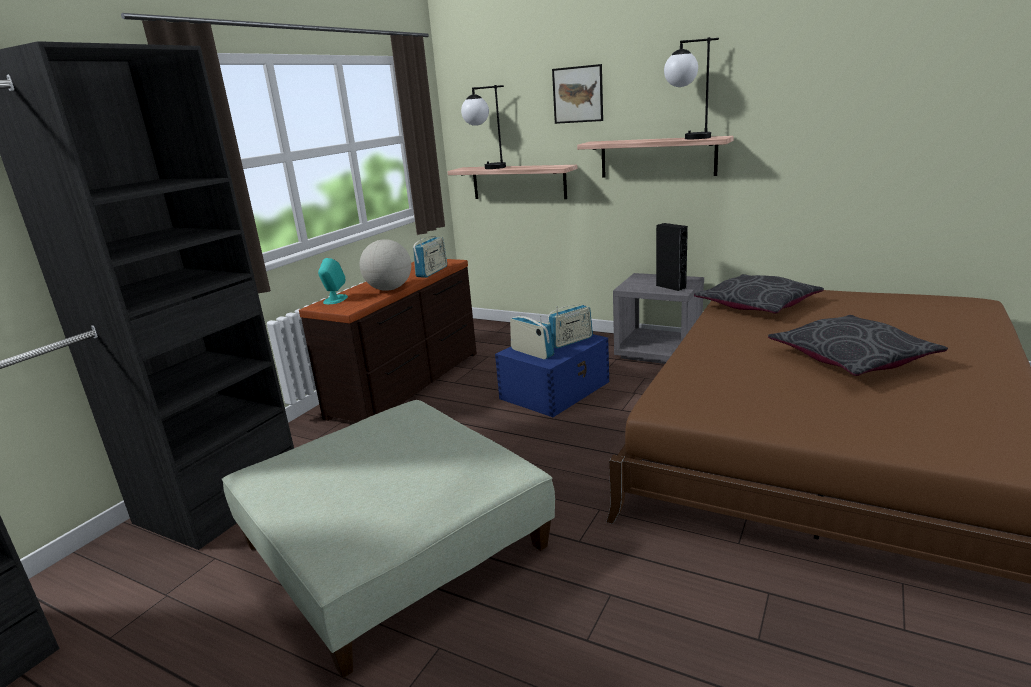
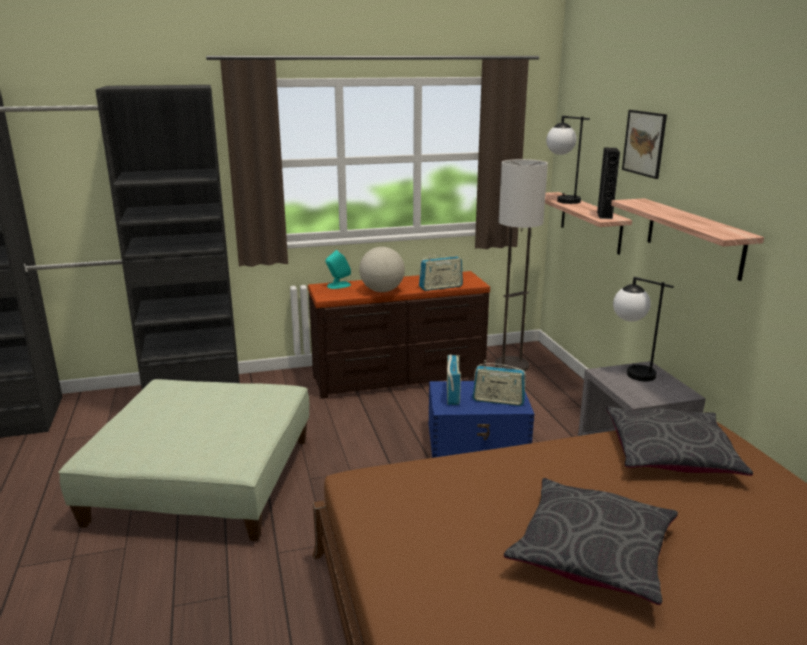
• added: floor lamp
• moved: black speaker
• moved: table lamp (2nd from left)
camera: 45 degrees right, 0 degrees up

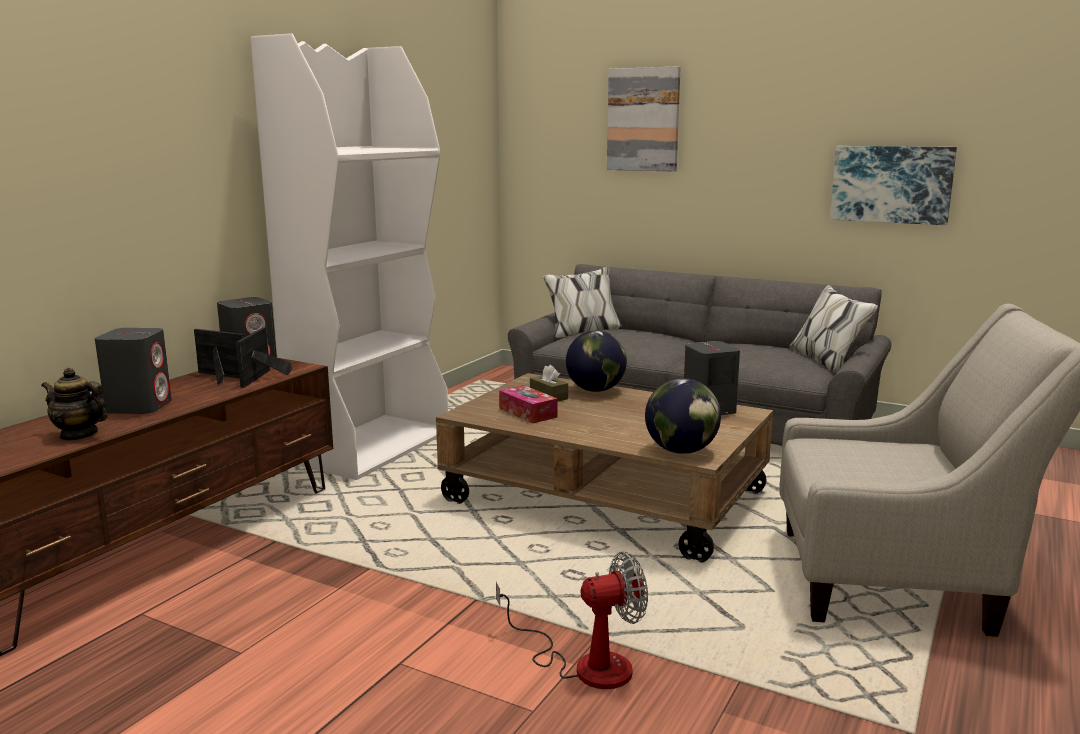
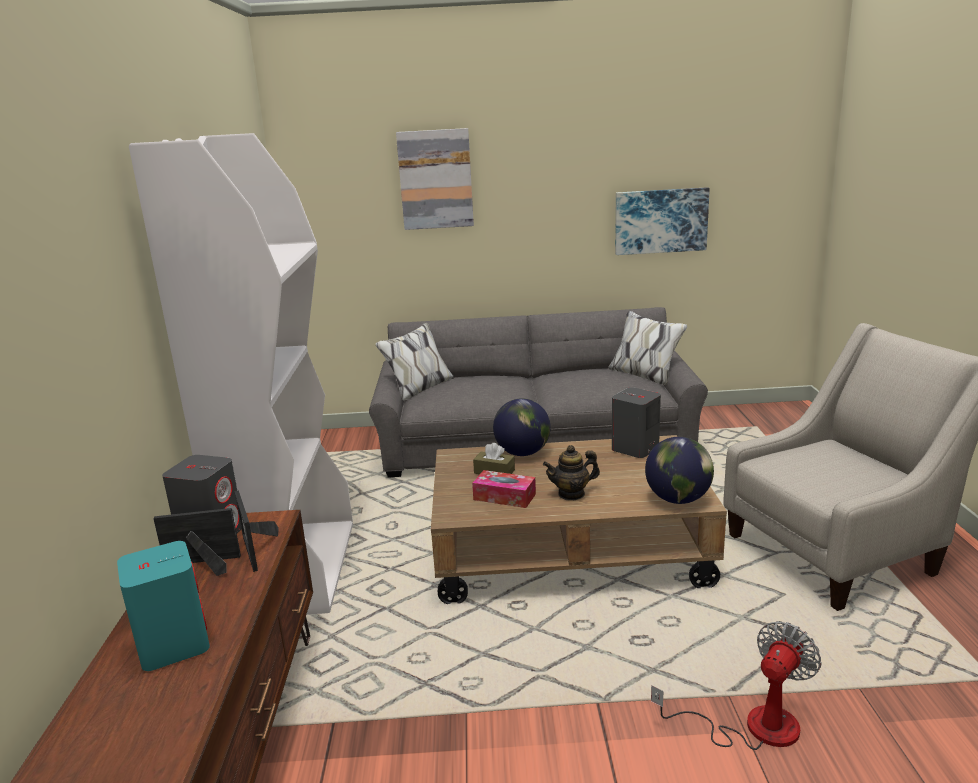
• recoloured: grey speaker (1st from left) to turquoise speaker
• moved: teapot
camera: 30 degrees left, 5 degrees up

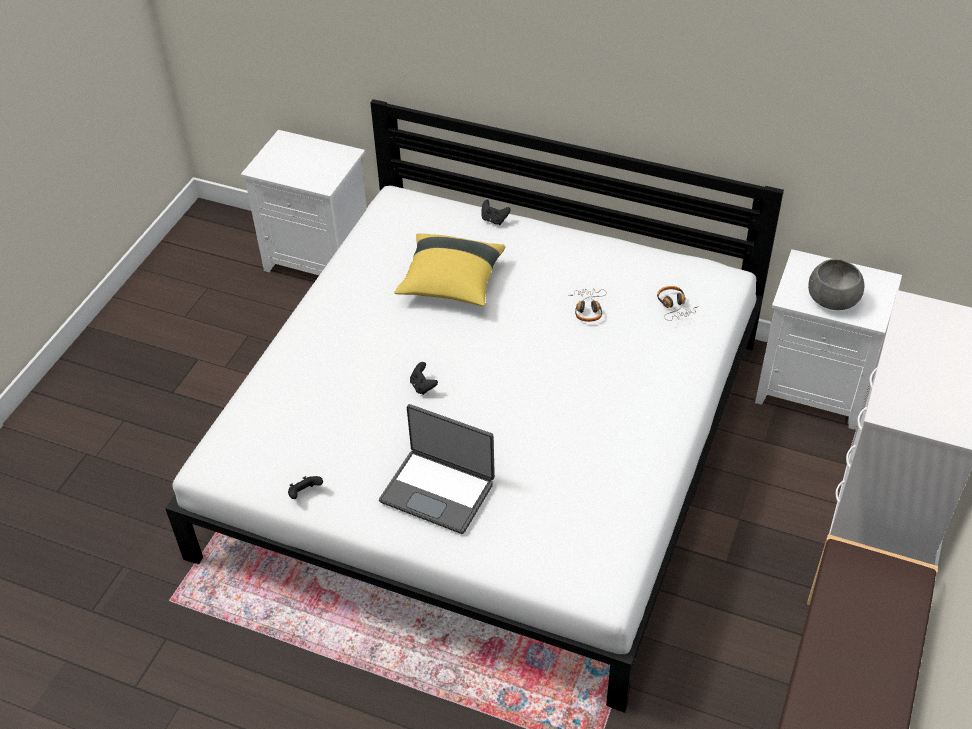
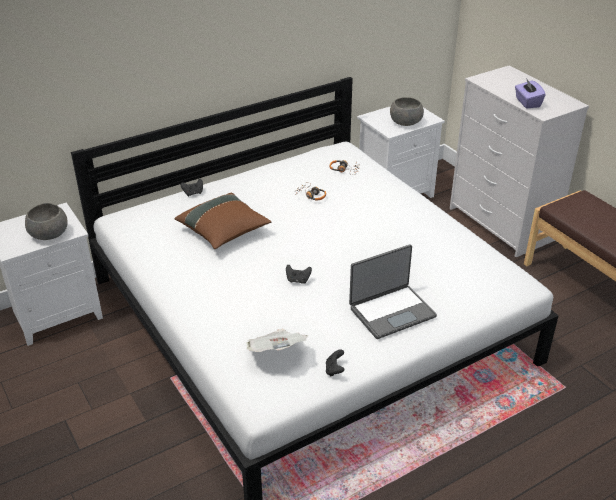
• added: grey bowl (1st from left)
• recoloured: yellow pillow to brown pillow
• added: newspaper
• added: purple tissue box
camera: 55 degrees left, 10 degrees down

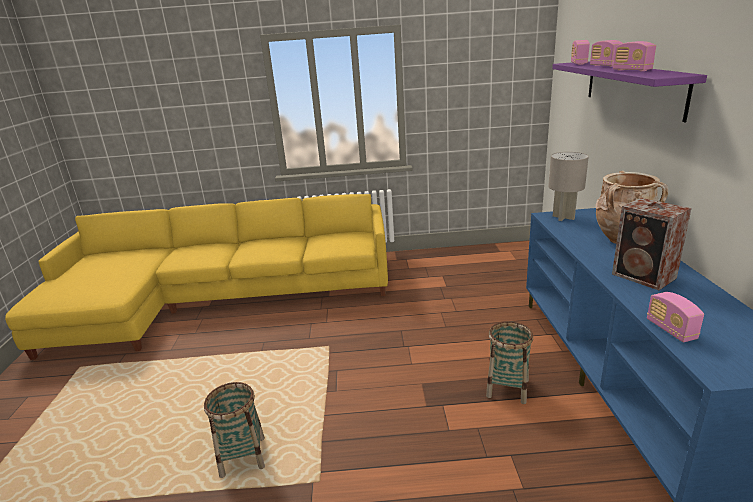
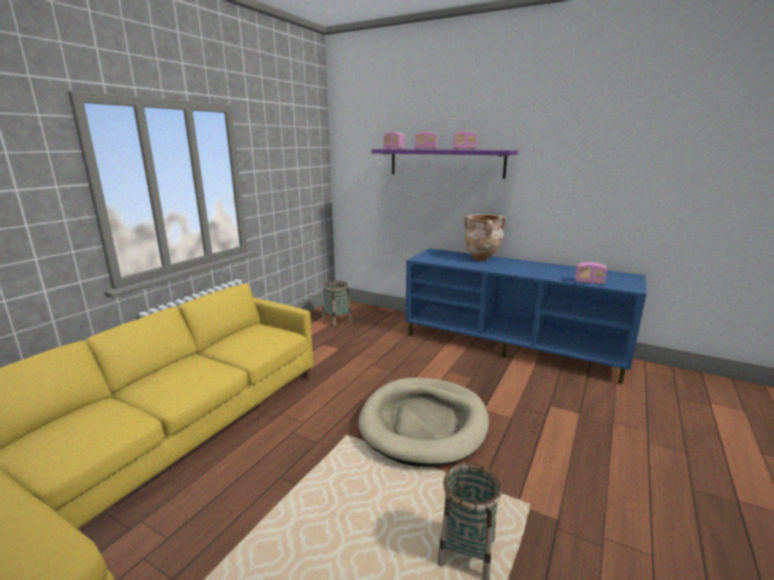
• moved: basket (2nd from left in the first image) to basket (1st from left)
• added: beige dog bed
• removed: grey table lamp
• removed: speaker
camera: 60 degrees left, 5 degrees down

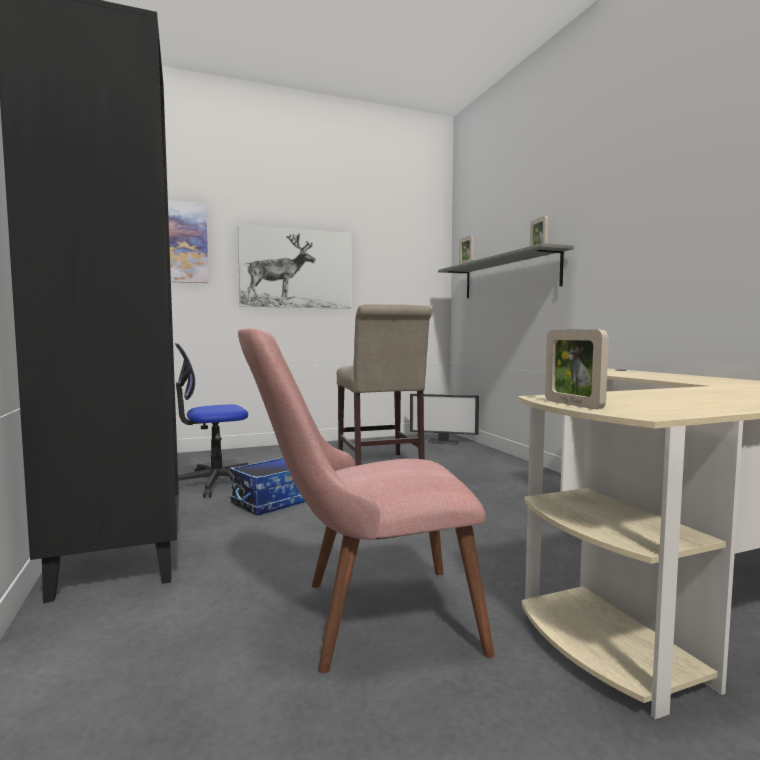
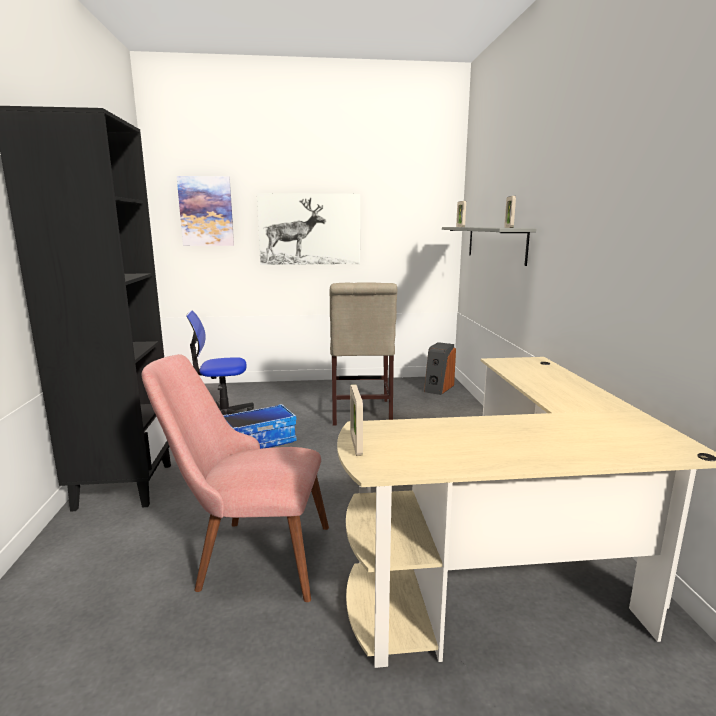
• replaced: monitor to speaker
camera: 15 degrees right, 10 degrees up

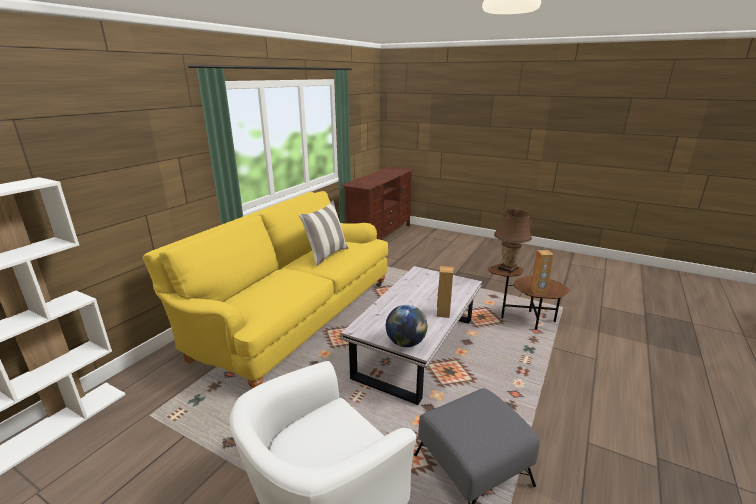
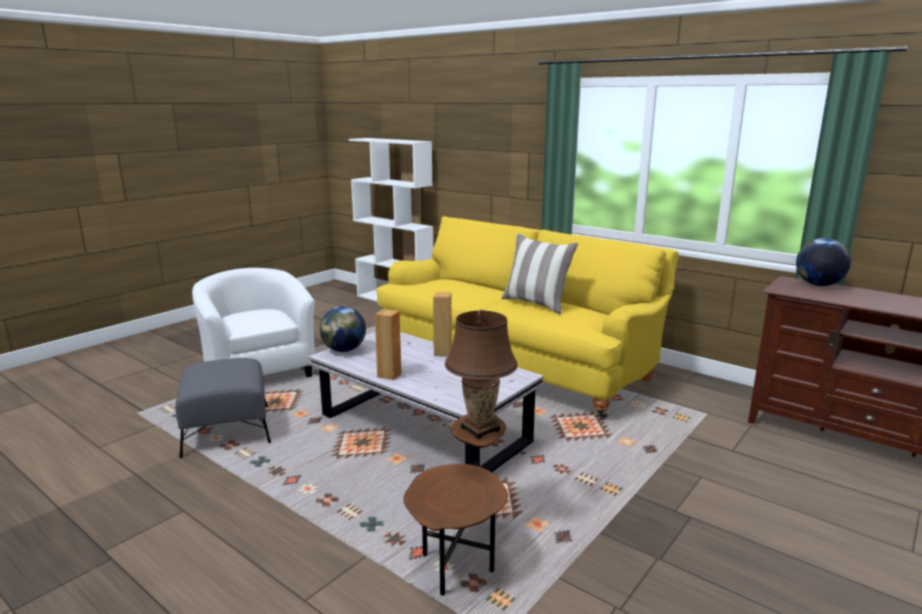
• moved: brown speaker (2nd from left)
• added: globe (2nd from left)
camera: 100 degrees right, 5 degrees down

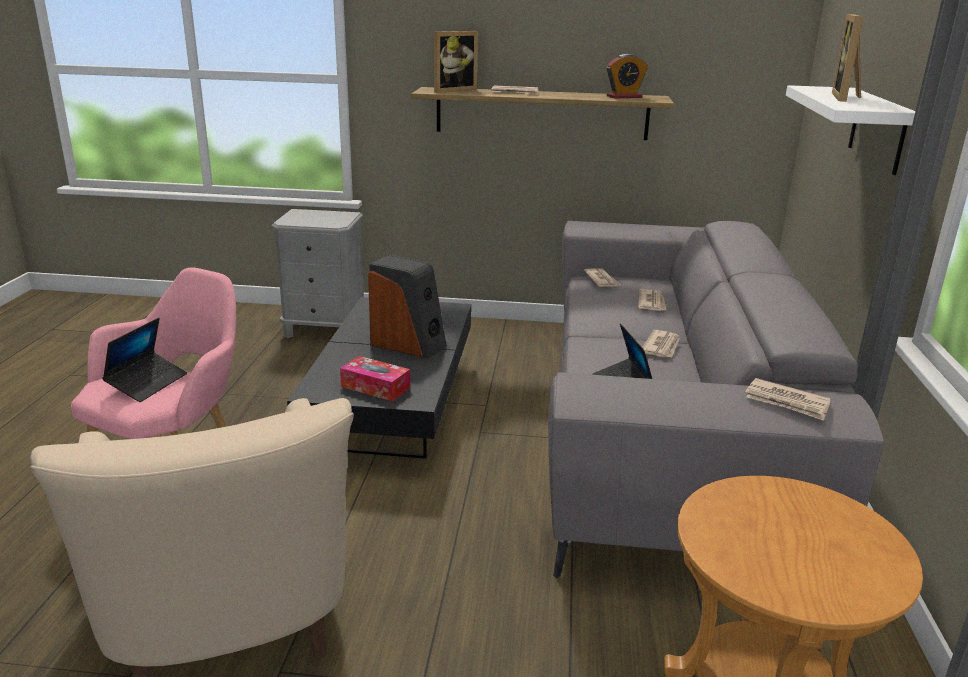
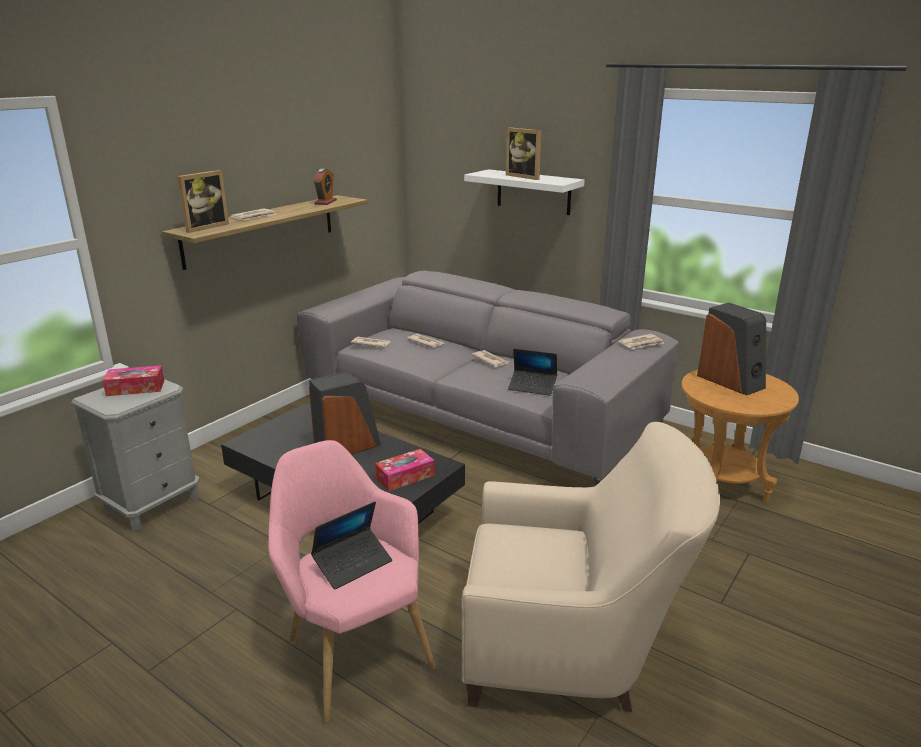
• added: tissue box (1st from left)
• turned: picture frame (1st from left) 45 degrees clockwise
• turned: laptop (1st from left) 90 degrees clockwise
• added: speaker (2nd from left)
camera: 60 degrees left, 0 degrees up

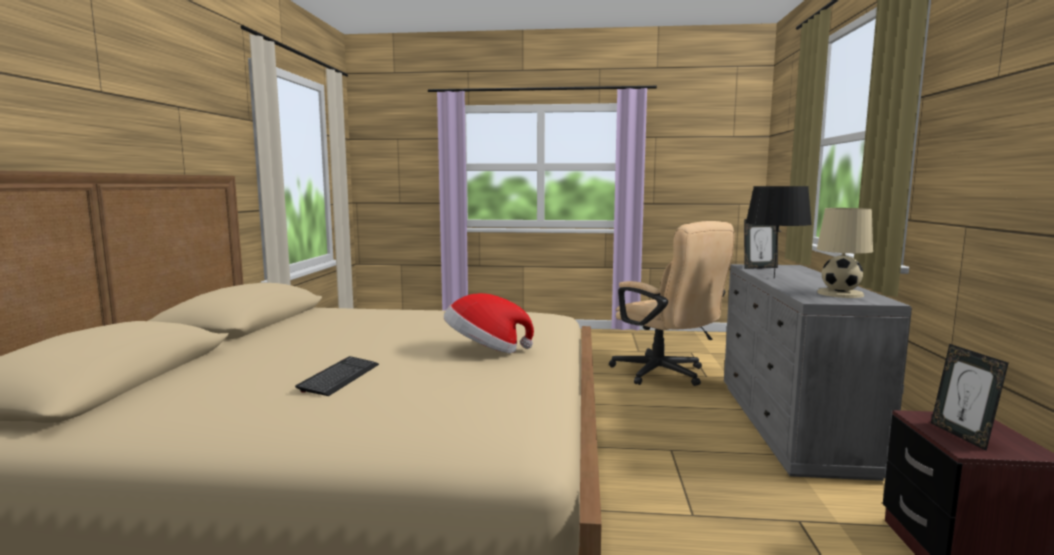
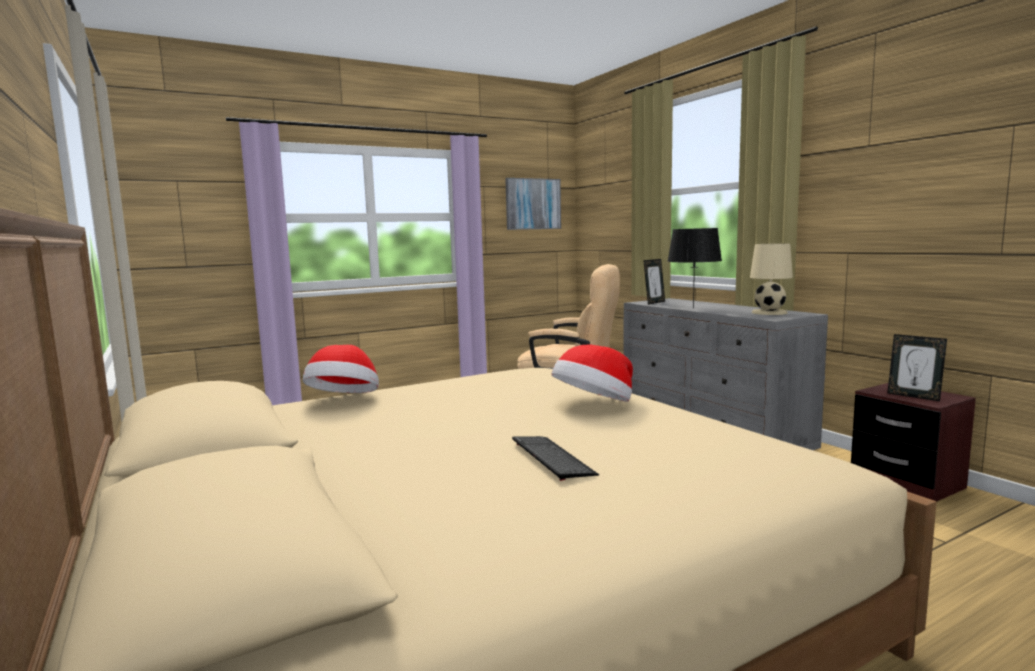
• added: hat (1st from left)
• added: picture
camera: 35 degrees left, 0 degrees up

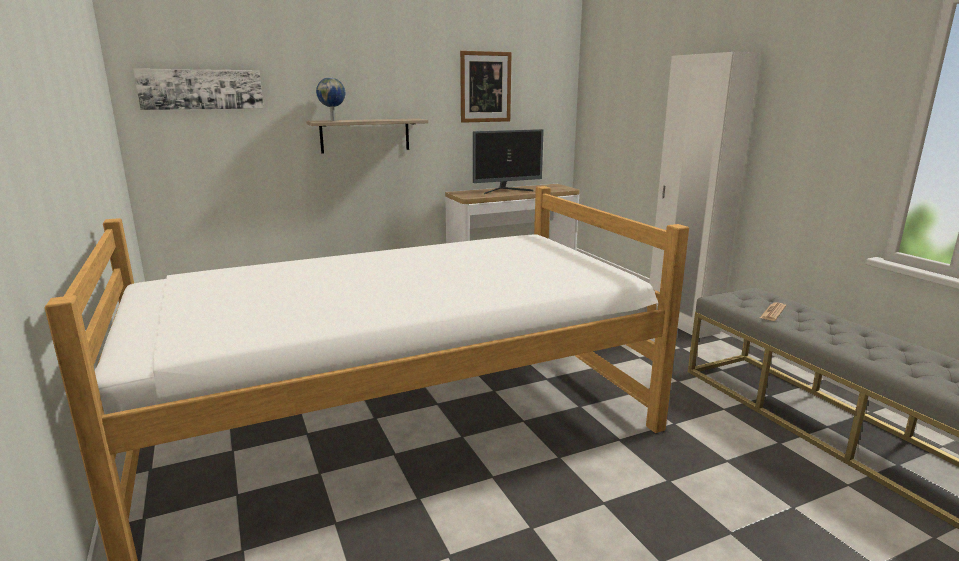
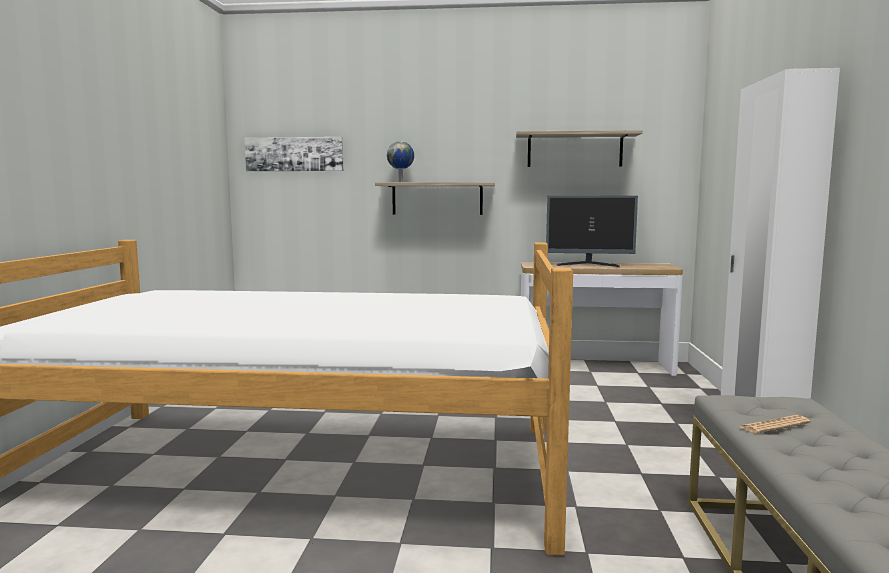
• replaced: picture (2nd from left) to shelf (2nd from left)
camera: 30 degrees right, 10 degrees down

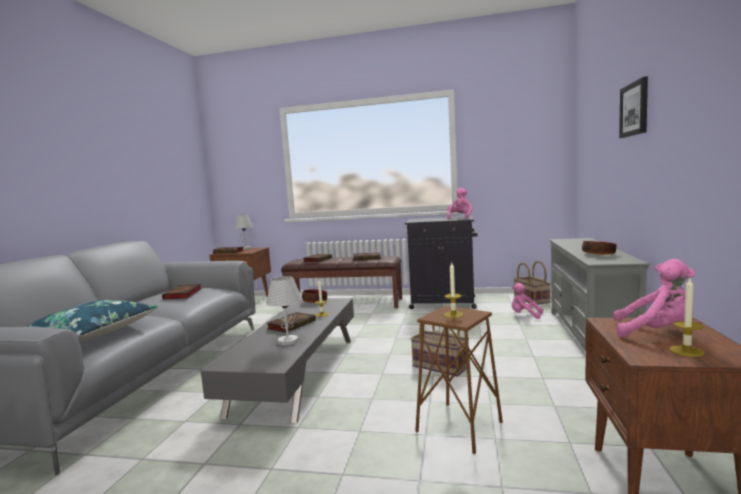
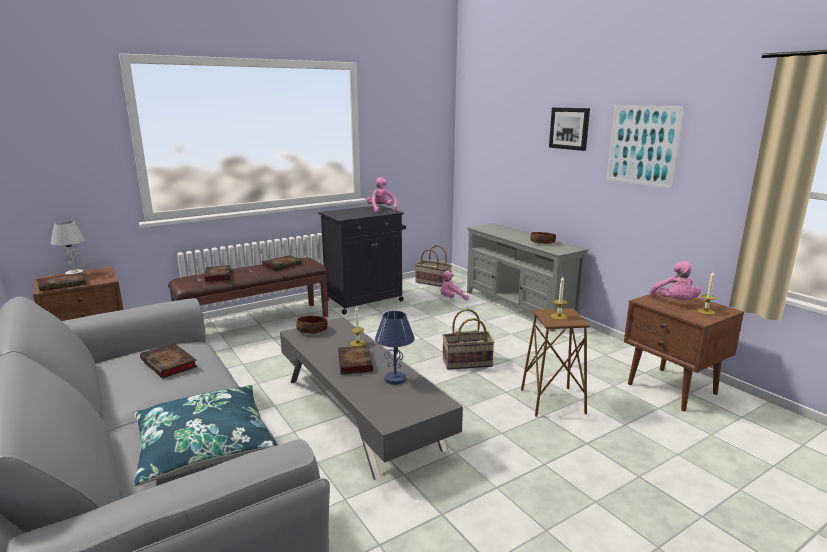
• recoloured: white table lamp (2nd from left) to blue table lamp
• added: picture (2nd from left)
• turned: pink plush toy (3rd from left) 105 degrees clockwise
camera: 45 degrees left, 10 degrees up

